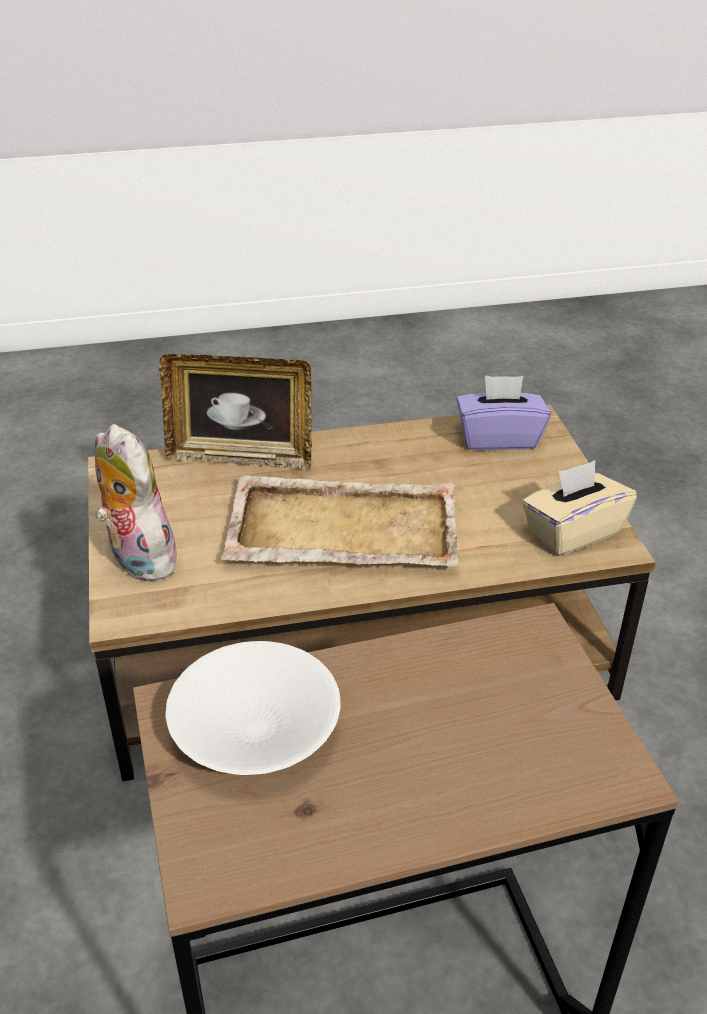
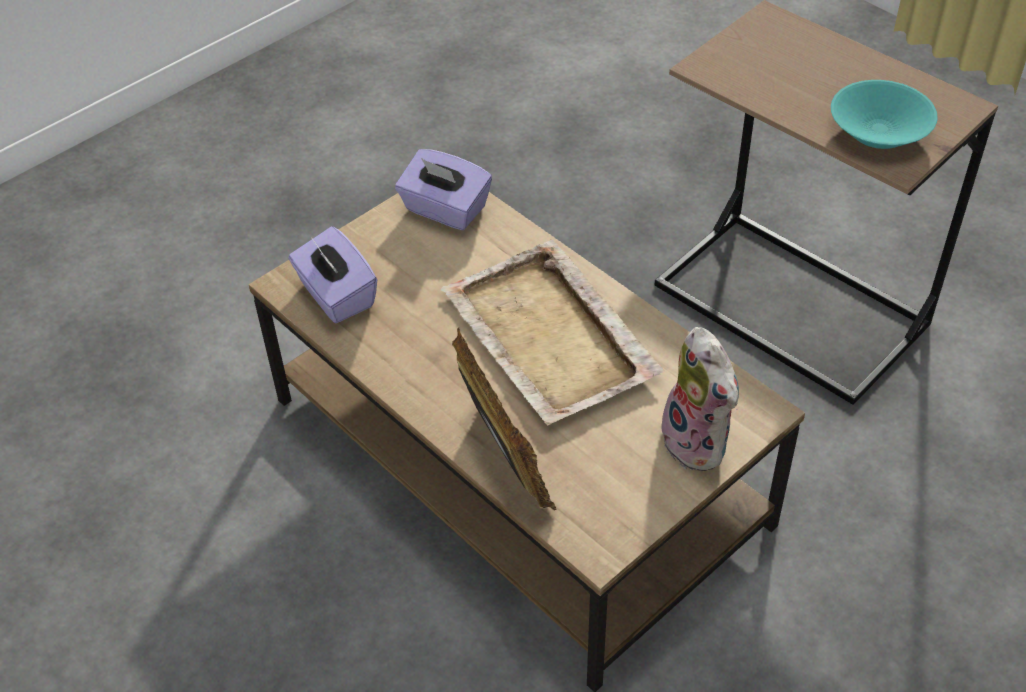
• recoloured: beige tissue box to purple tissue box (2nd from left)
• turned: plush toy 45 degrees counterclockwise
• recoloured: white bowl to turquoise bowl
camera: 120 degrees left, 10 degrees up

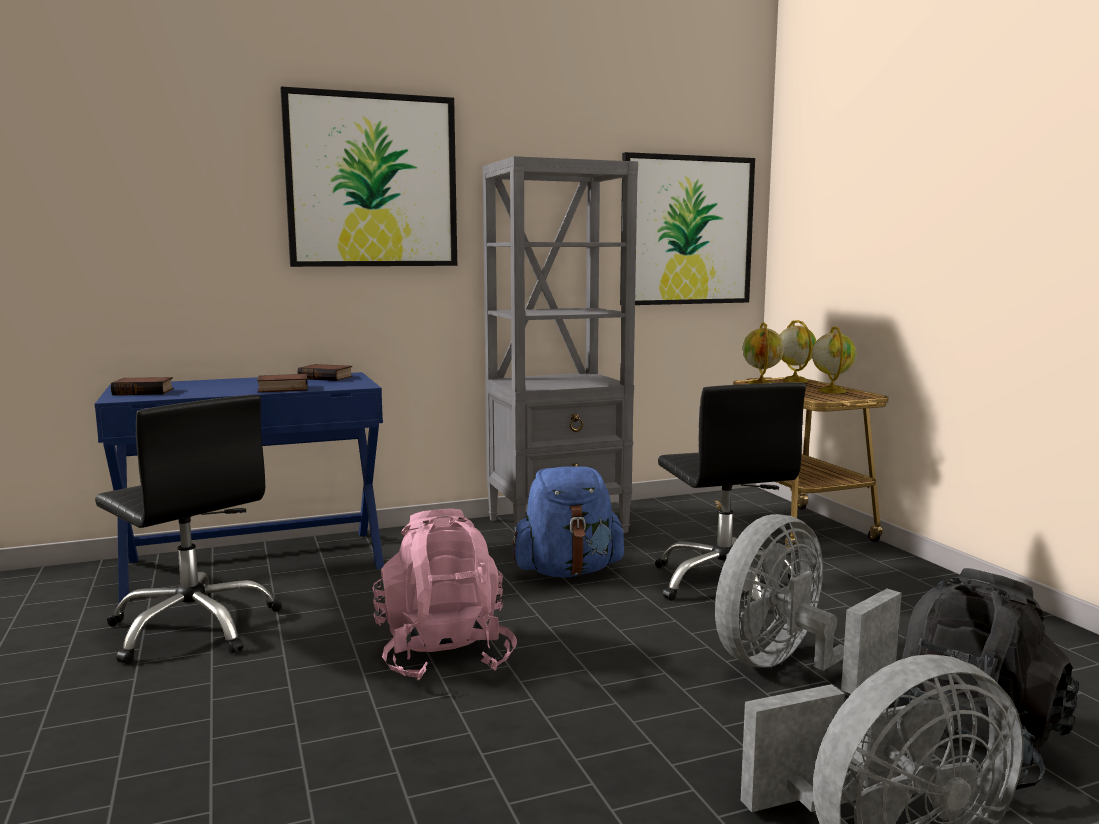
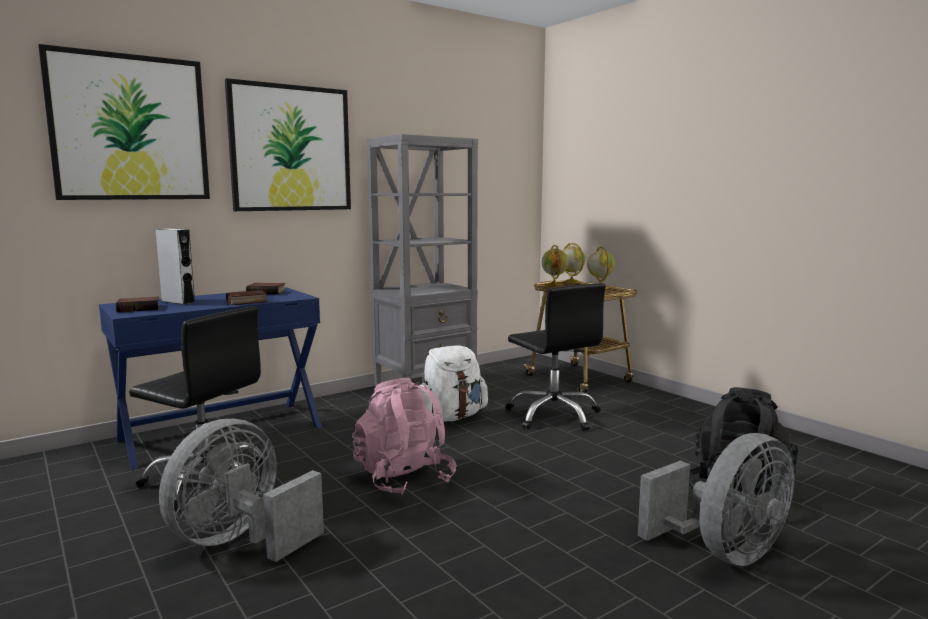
• moved: picture (2nd from left in the first image) to picture (1st from left)
• added: grey speaker
• moved: grey fan (1st from left)
• recoloured: blue backpack to white backpack
camera: 15 degrees left, 0 degrees up

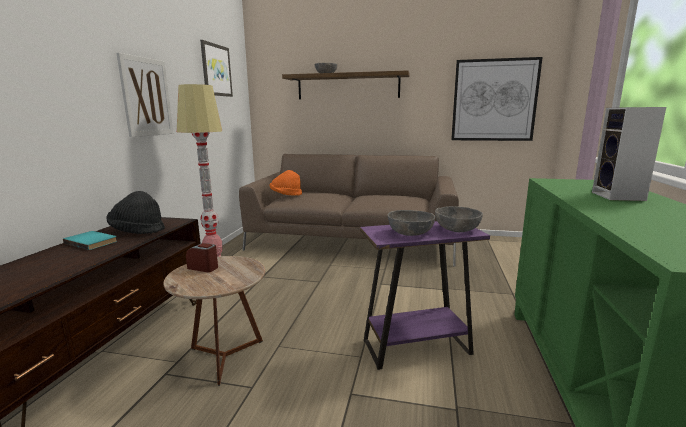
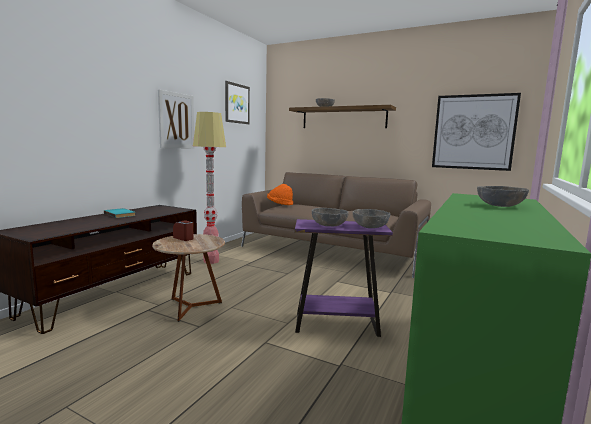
• replaced: speaker to grey bowl (4th from left)
• removed: black hat
camera: 15 degrees right, 5 degrees down

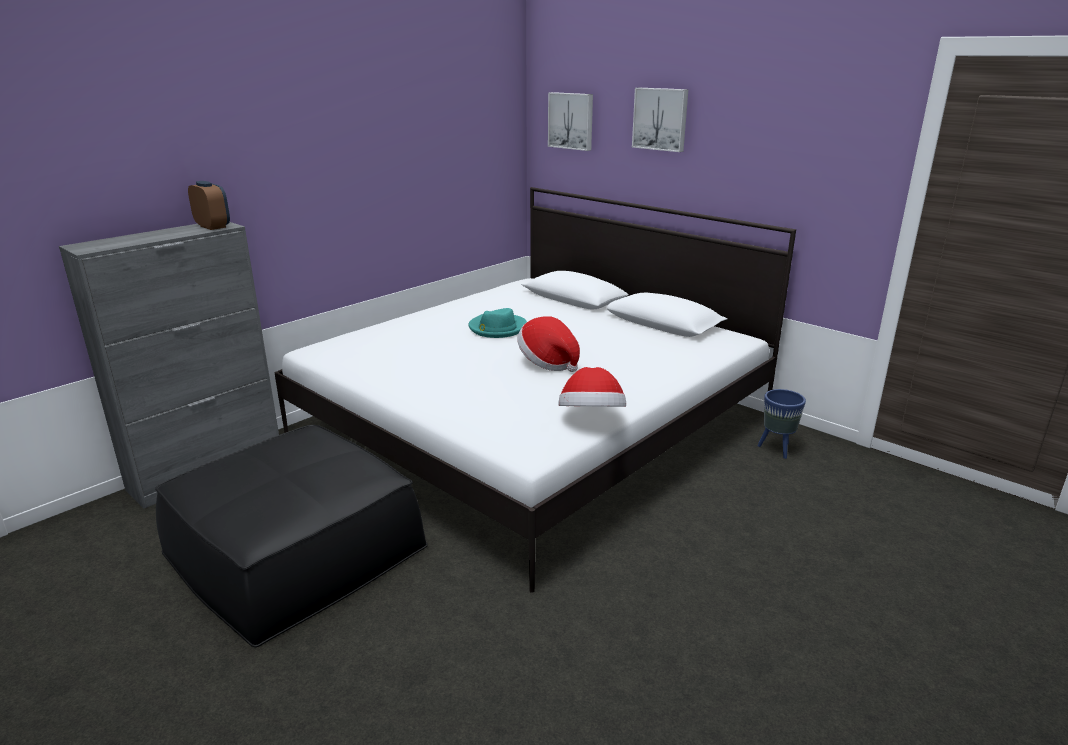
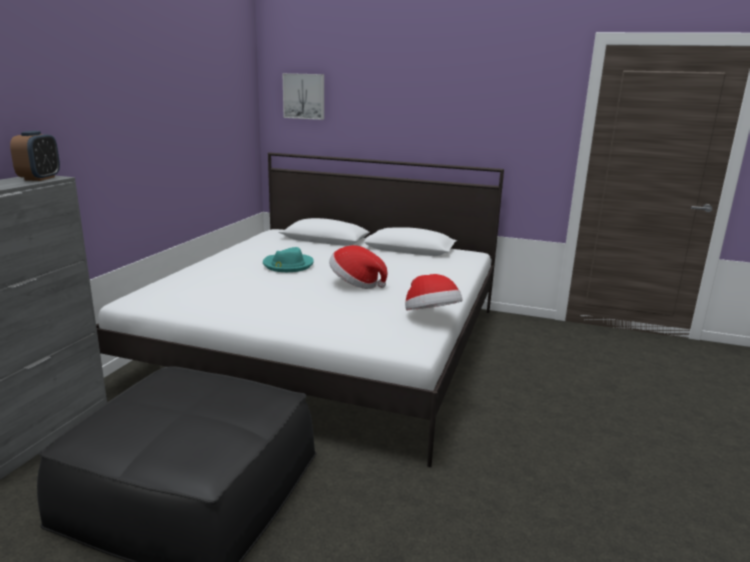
• turned: alarm clock 75 degrees clockwise
• removed: picture (2nd from left)
• removed: blue planter
camera: 25 degrees left, 5 degrees down

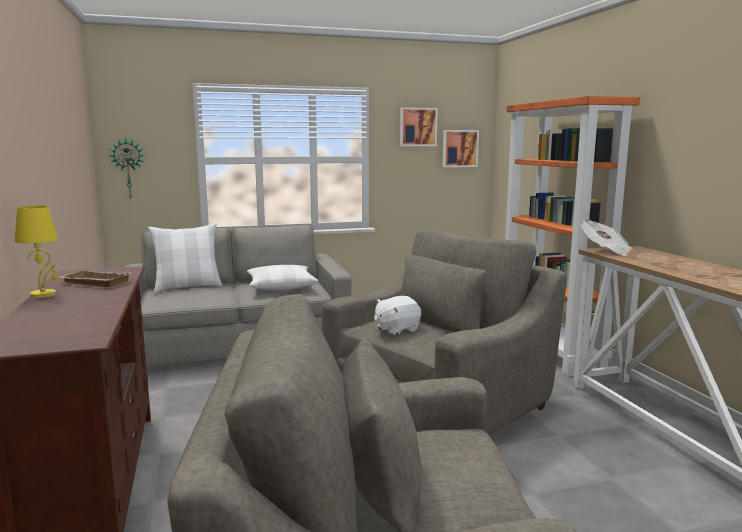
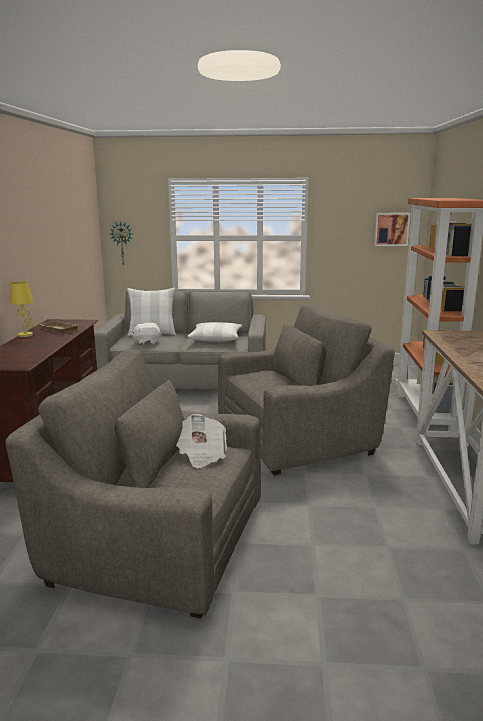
• moved: white plush toy
• moved: newspaper
• removed: picture (1st from left)
camera: 20 degrees right, 5 degrees up

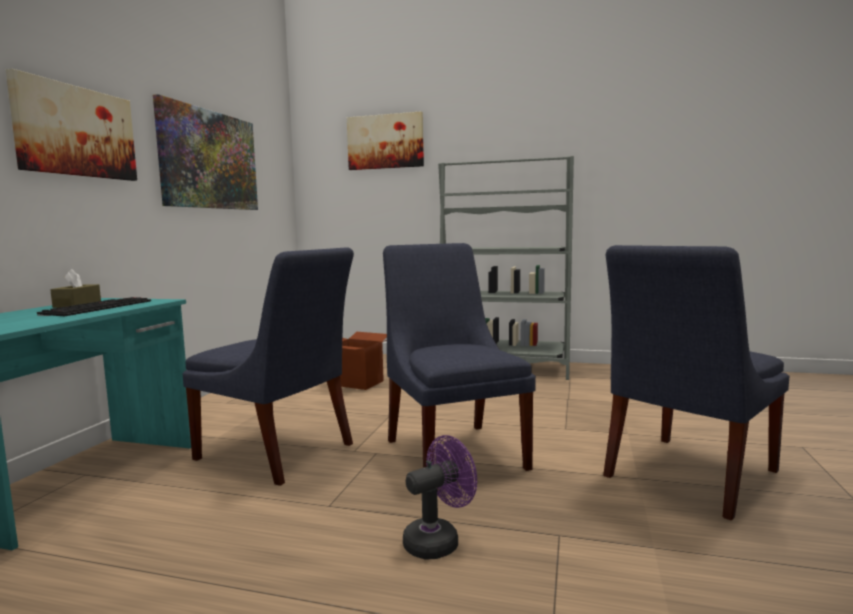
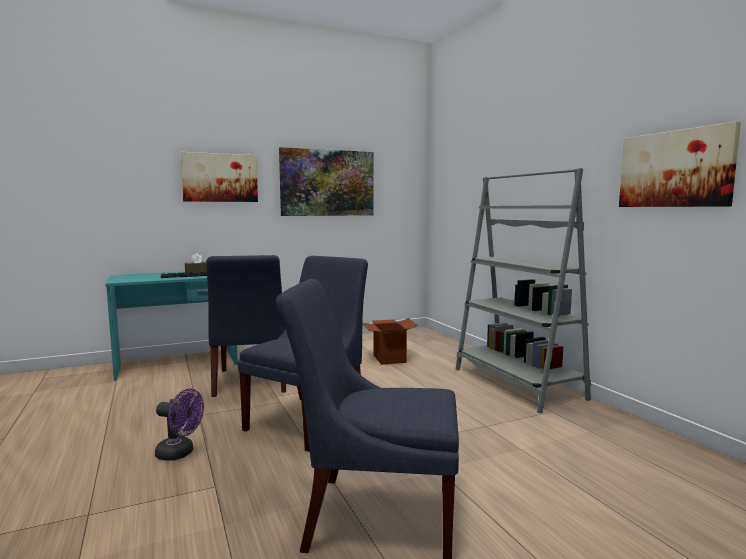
• moved: picture (3rd from left)
camera: 50 degrees right, 0 degrees up

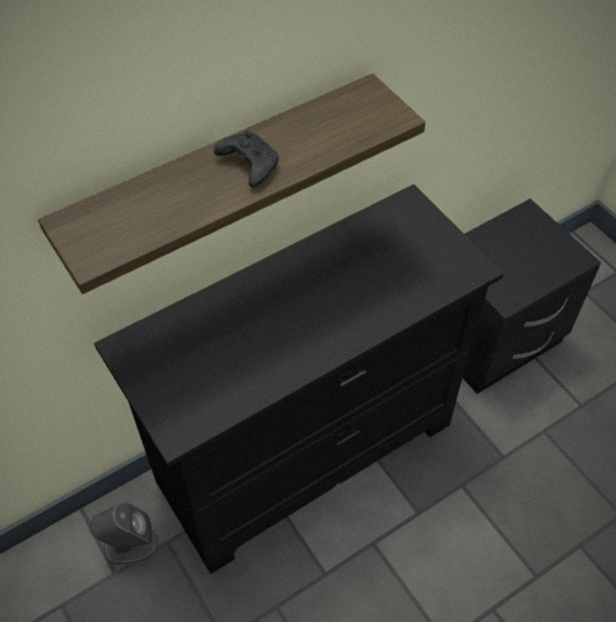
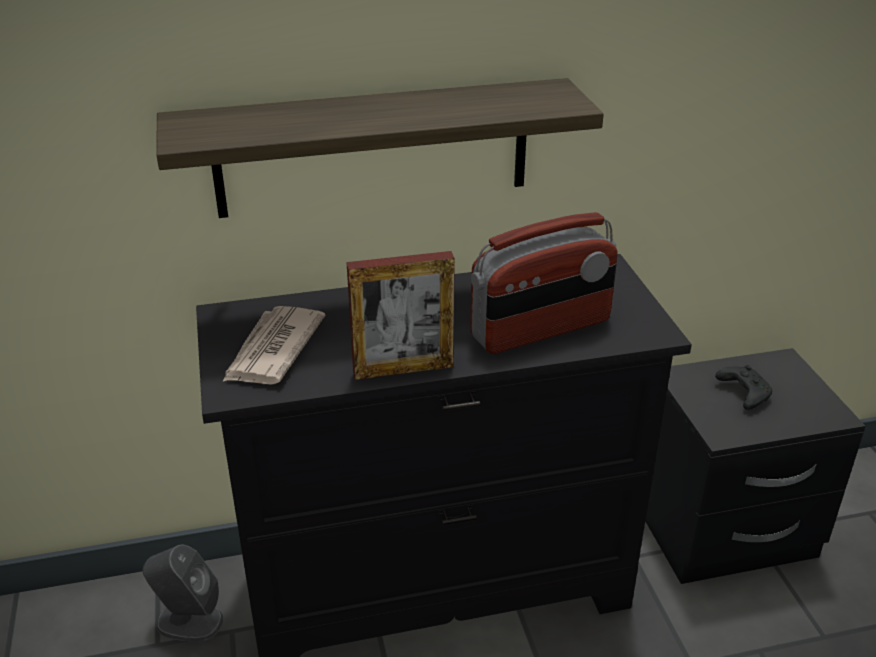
• added: newspaper
• added: picture frame
• added: radio
• moved: black game controller
camera: 20 degrees right, 20 degrees down

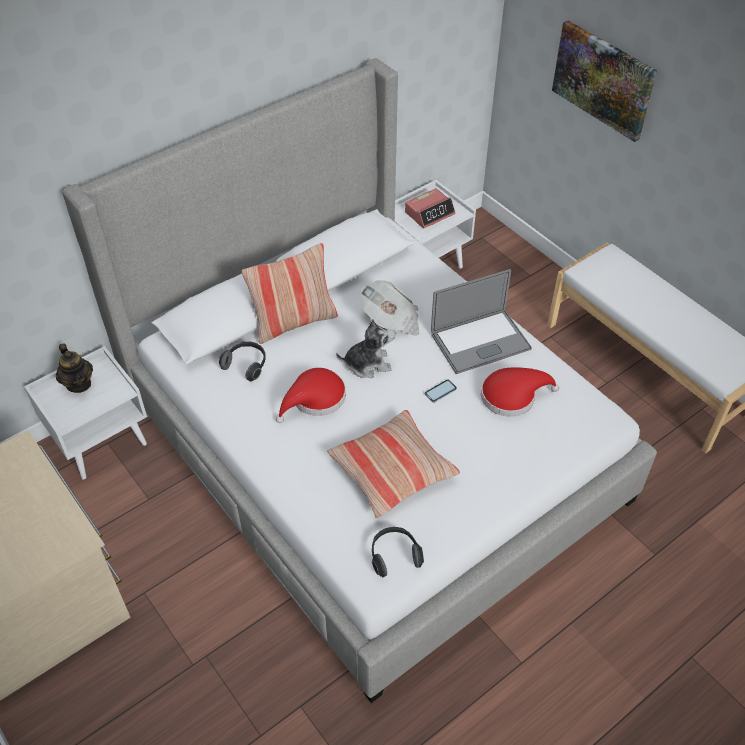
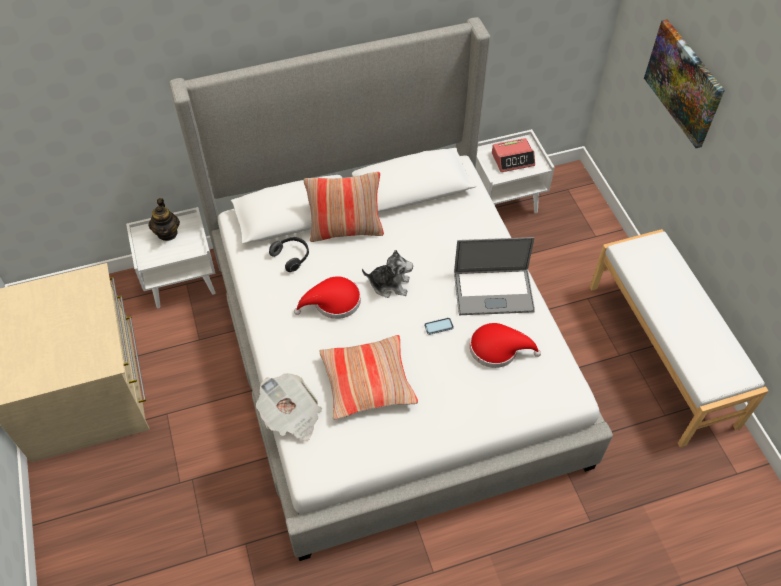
• moved: newspaper
• removed: headphones (2nd from left)
camera: 20 degrees right, 5 degrees up

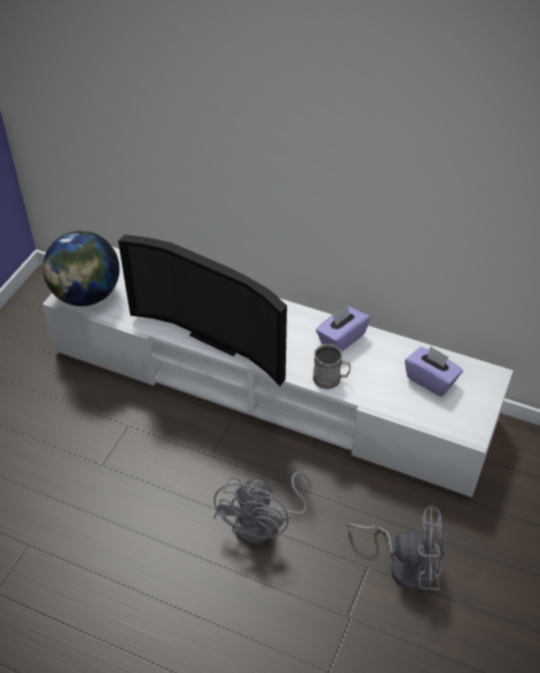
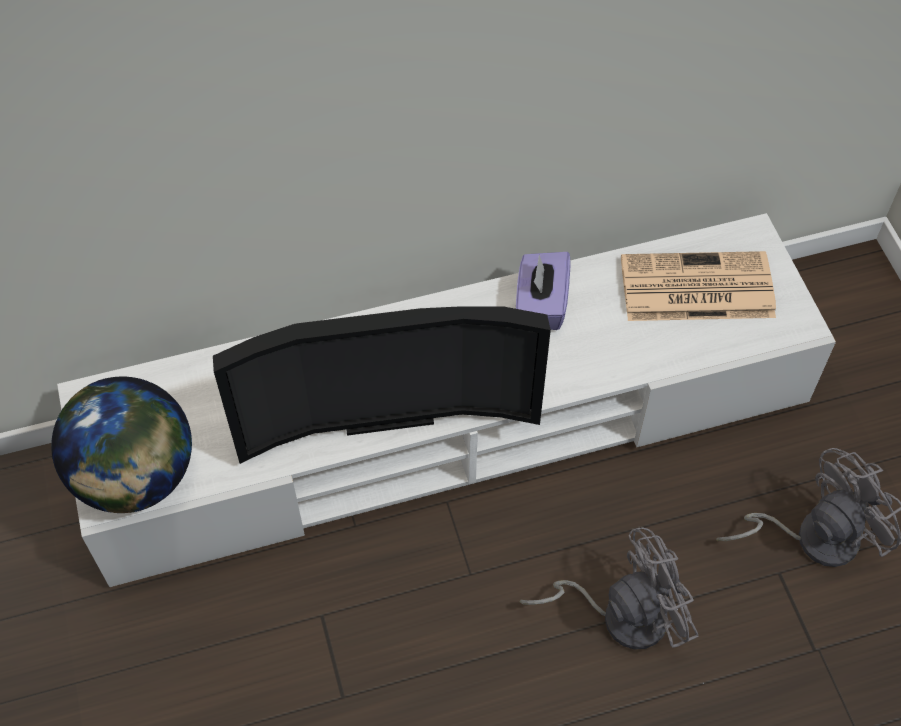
• turned: grey fan (1st from left) 90 degrees counterclockwise
• replaced: purple tissue box (2nd from left) to newspaper
• removed: grey mug
camera: 40 degrees left, 10 degrees up

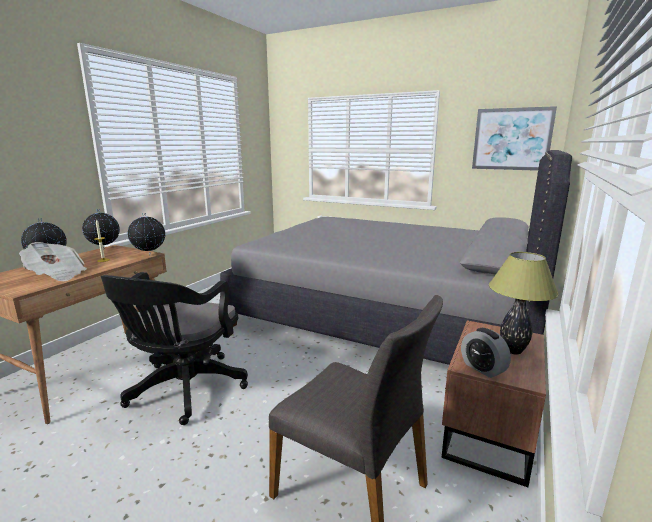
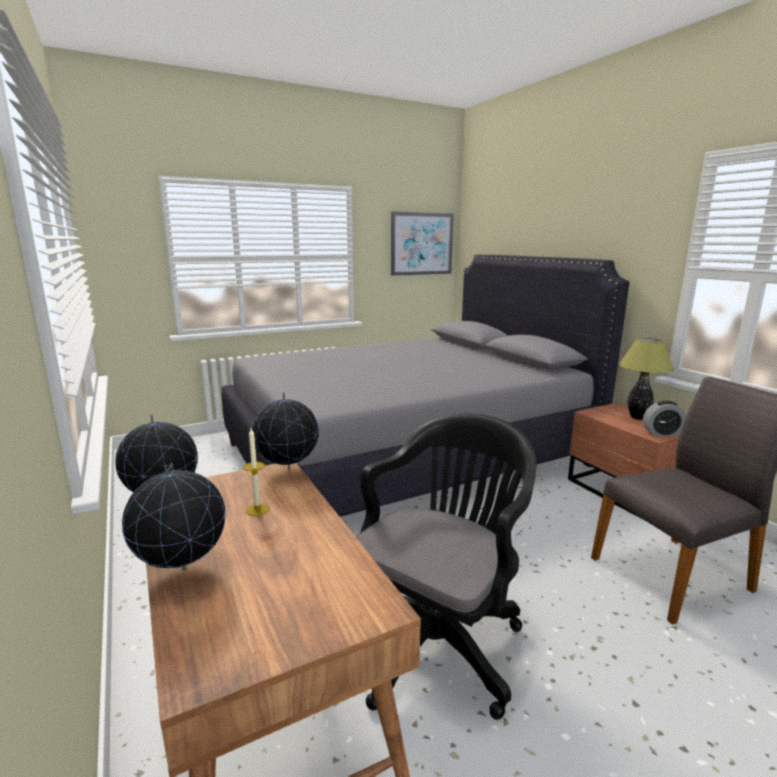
• turned: black office chair 105 degrees counterclockwise
• removed: newspaper
camera: 55 degrees left, 0 degrees up

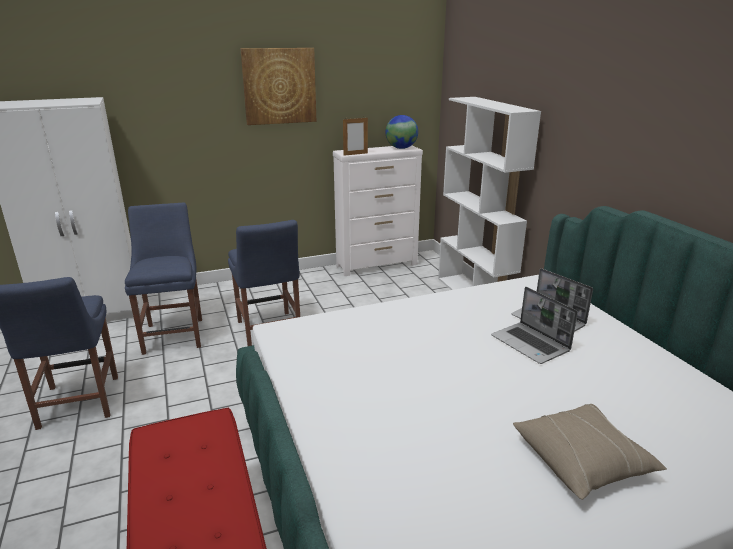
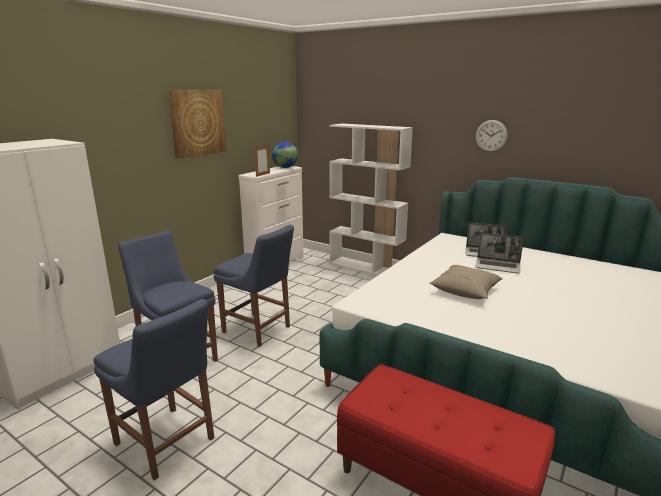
• moved: beige pillow
• added: wall clock
camera: 35 degrees left, 5 degrees down

